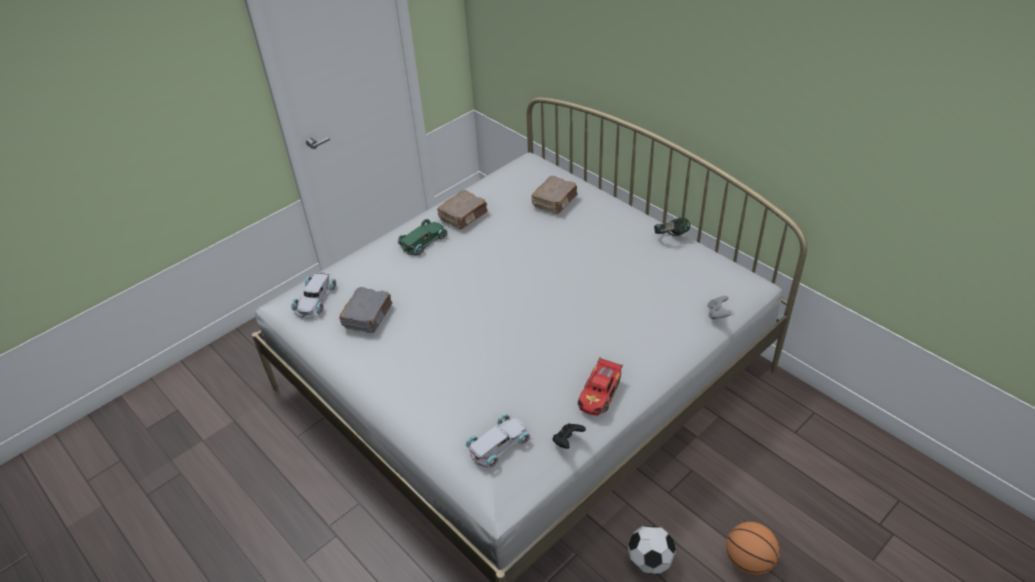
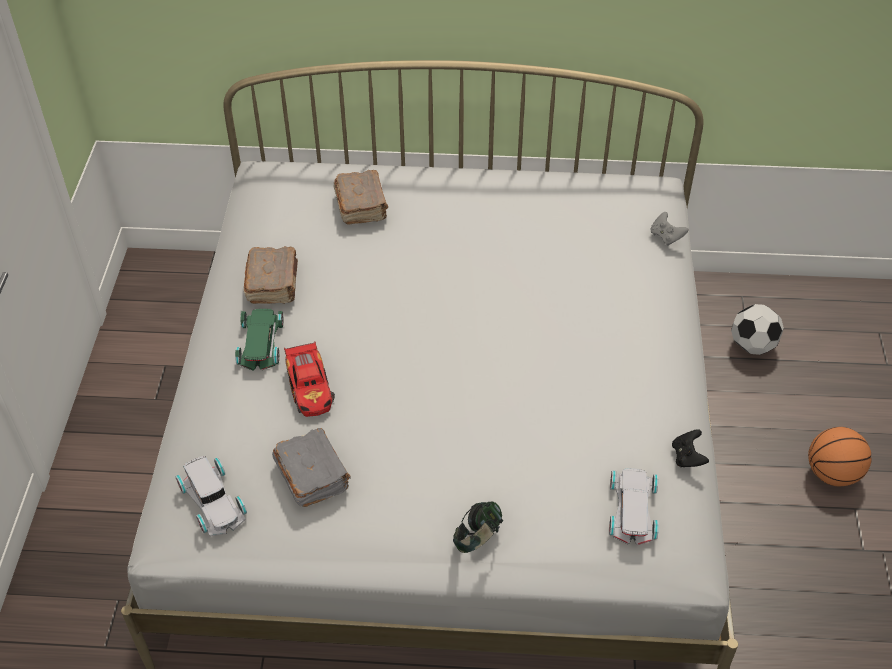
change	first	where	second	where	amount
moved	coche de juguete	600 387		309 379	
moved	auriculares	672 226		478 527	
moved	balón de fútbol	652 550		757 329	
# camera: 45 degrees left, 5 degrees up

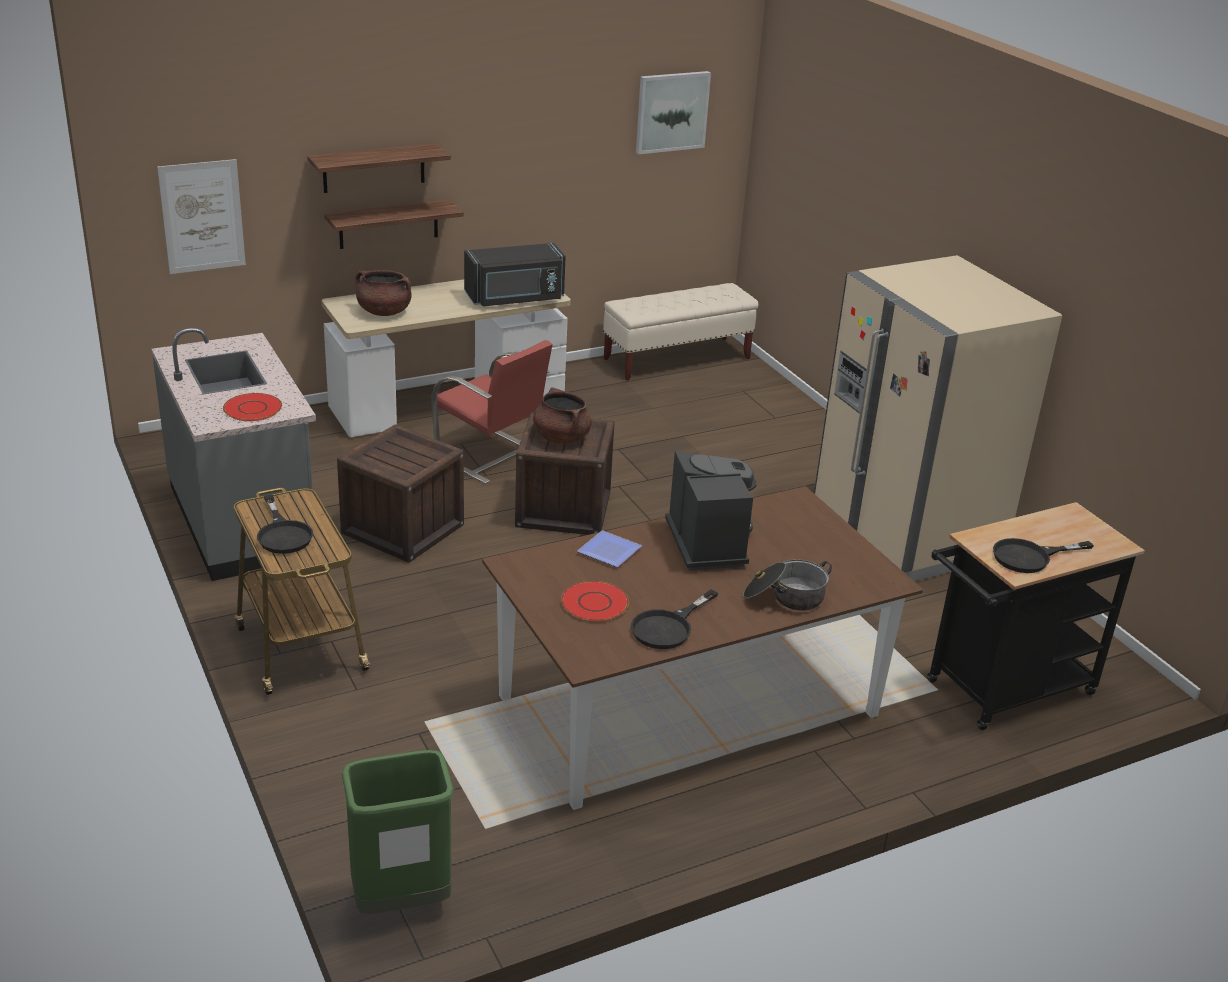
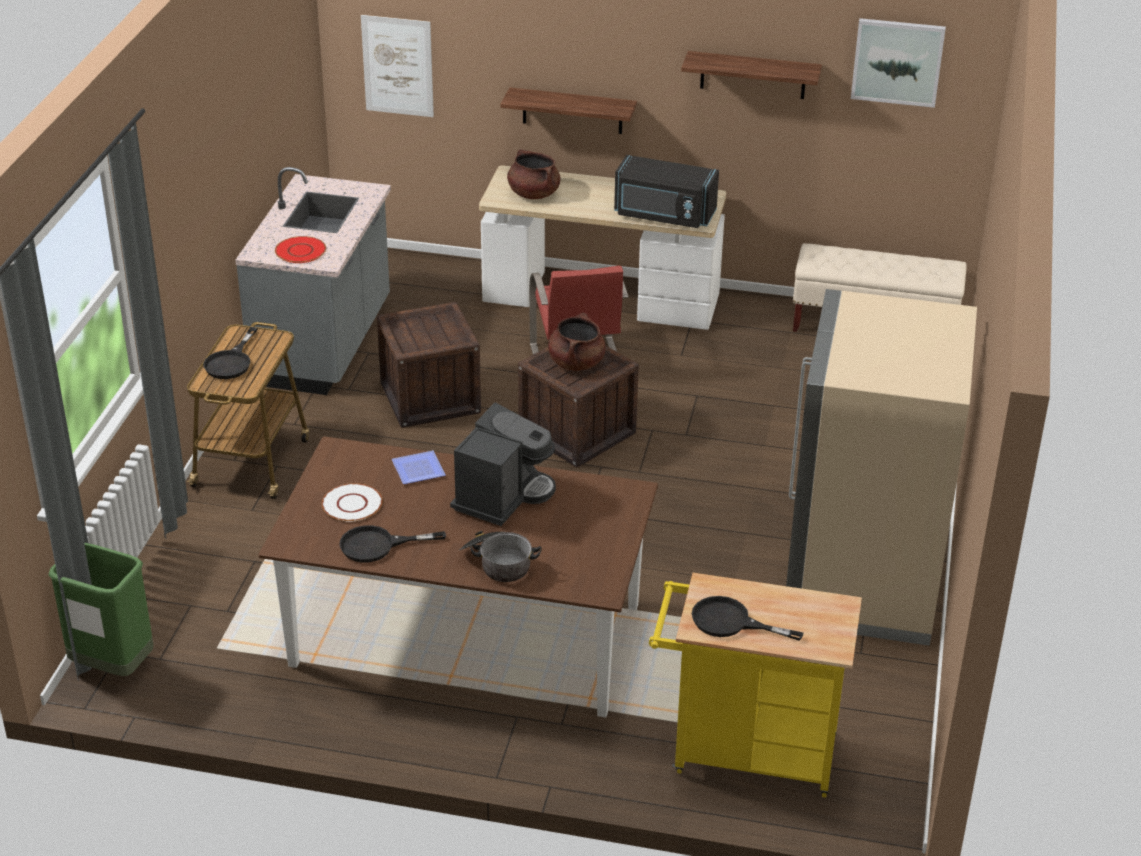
change	first	where	second	where	amount
recoloured	plato (rojo)	595 601	plato (blanco)	352 502	
recoloured	carrito (negro)	1035 616	carrito (amarillo)	755 685	
moved	estante	379 168		751 75	
# camera: 40 degrees right, 5 degrees up

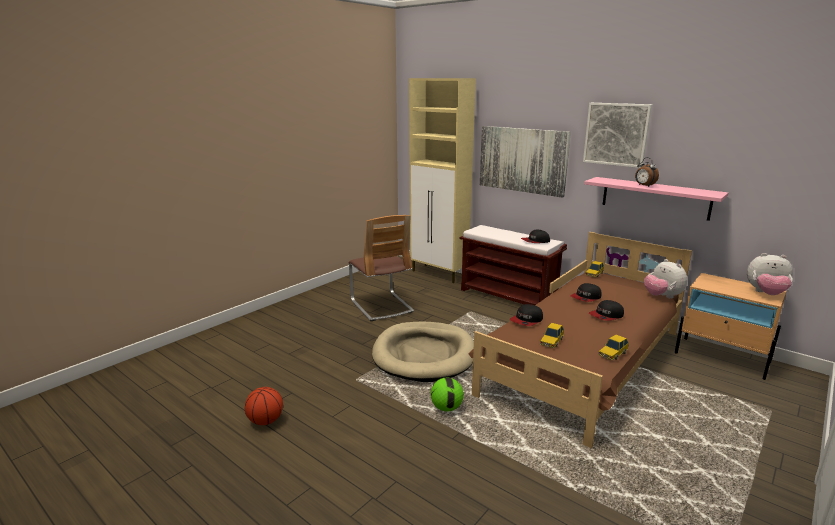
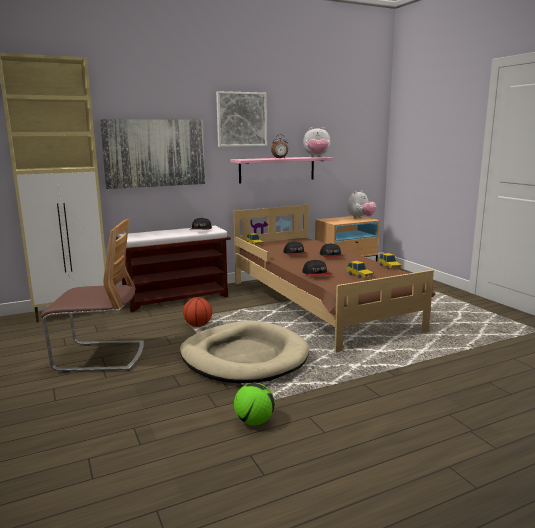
change	first	where	second	where	amount
moved	balón de baloncesto	264 406		197 312	
moved	balón de fútbol	447 394		254 404	
moved	peluche	665 279		316 142	
# camera: 65 degrees left, 5 degrees down

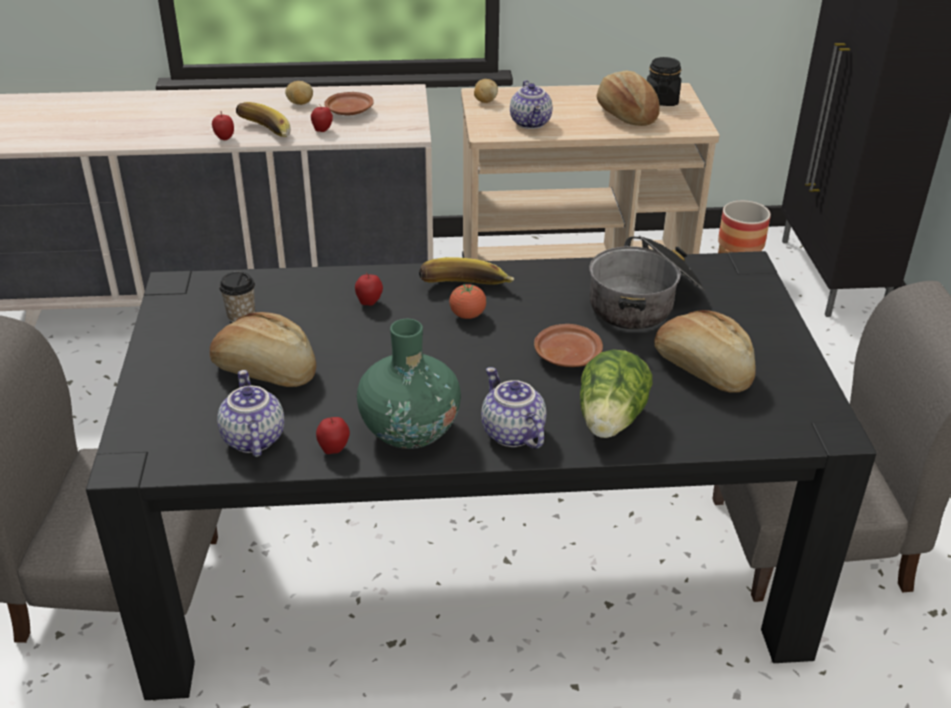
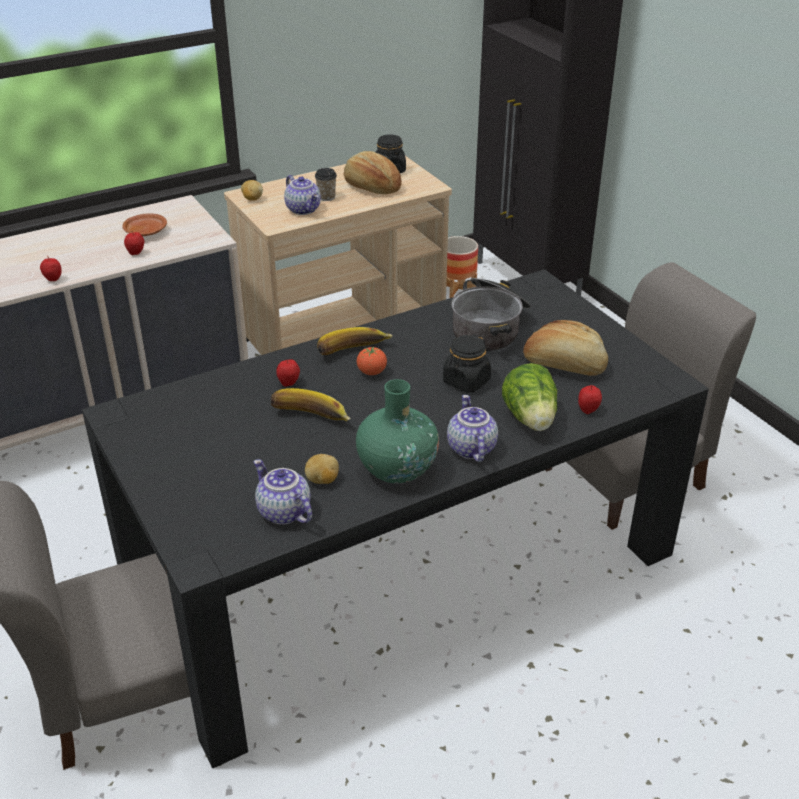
change	first	where	second	where	amount
moved	plátano	263 119		310 404	
moved	patata	299 93		322 469	
moved	taza	237 297		326 184	
replaced	plato (marrón)	568 345	tarro (negro)	467 363	
turned	tetera	513 408		472 428	45 degrees clockwise
moved	manzana	333 435		590 399	
removed	pan	263 349			
# camera: 25 degrees left, 0 degrees up

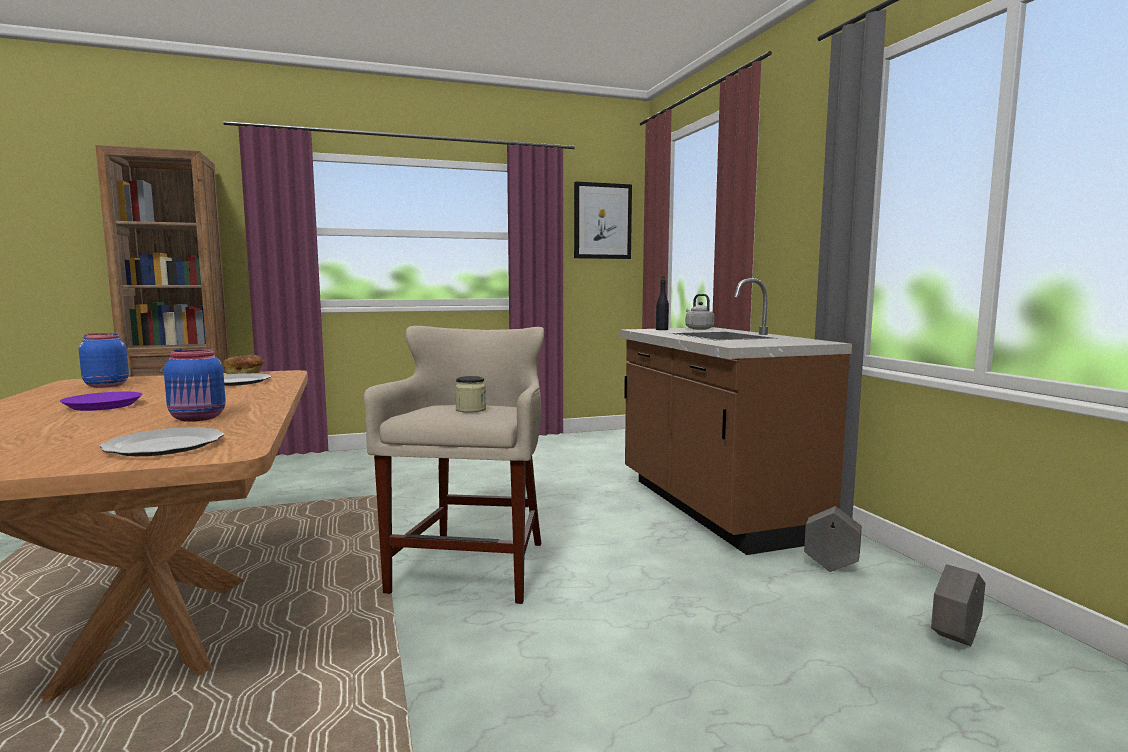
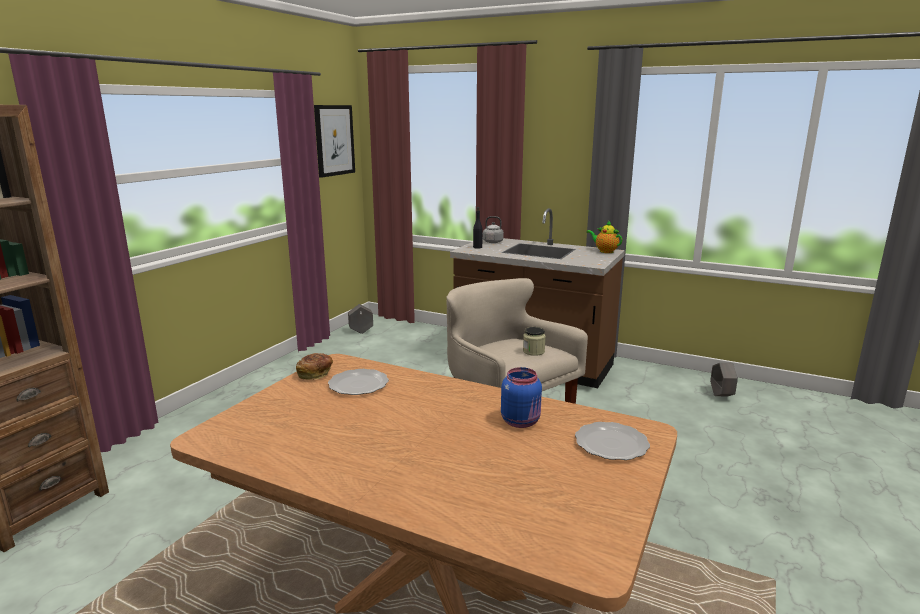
change	first	where	second	where	amount
moved	maceta (gris)	833 539		360 319	
added			tetera	604 236	
removed	plato (morado)	101 401			
removed	tarro (azul)	104 360			
# camera: 45 degrees left, 10 degrees up

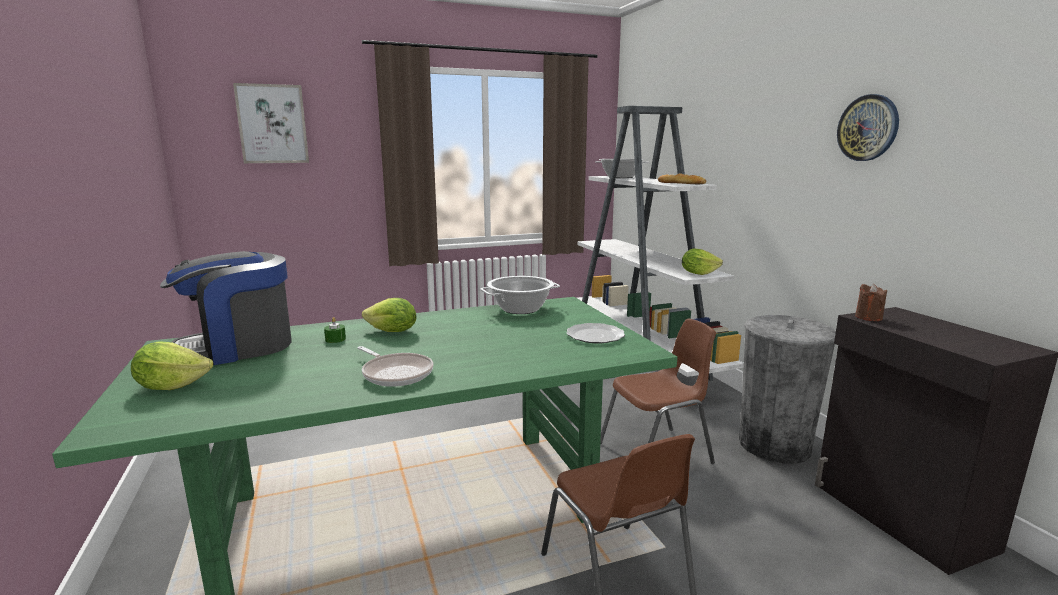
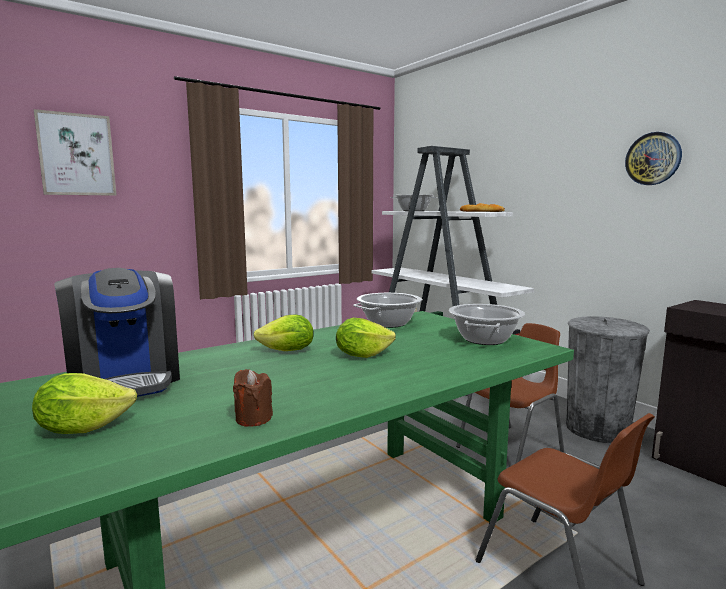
change	first	where	second	where	amount
turned	cafetera	226 308		117 332	75 degrees counterclockwise
moved	vela (marrón)	871 302		253 398	
moved	lechuga	702 261		366 338	
replaced	plato	595 333	olla	487 324	
removed	vela (verde)	335 330			
removed	sartén	395 366			
# camera: 15 degrees left, 5 degrees down

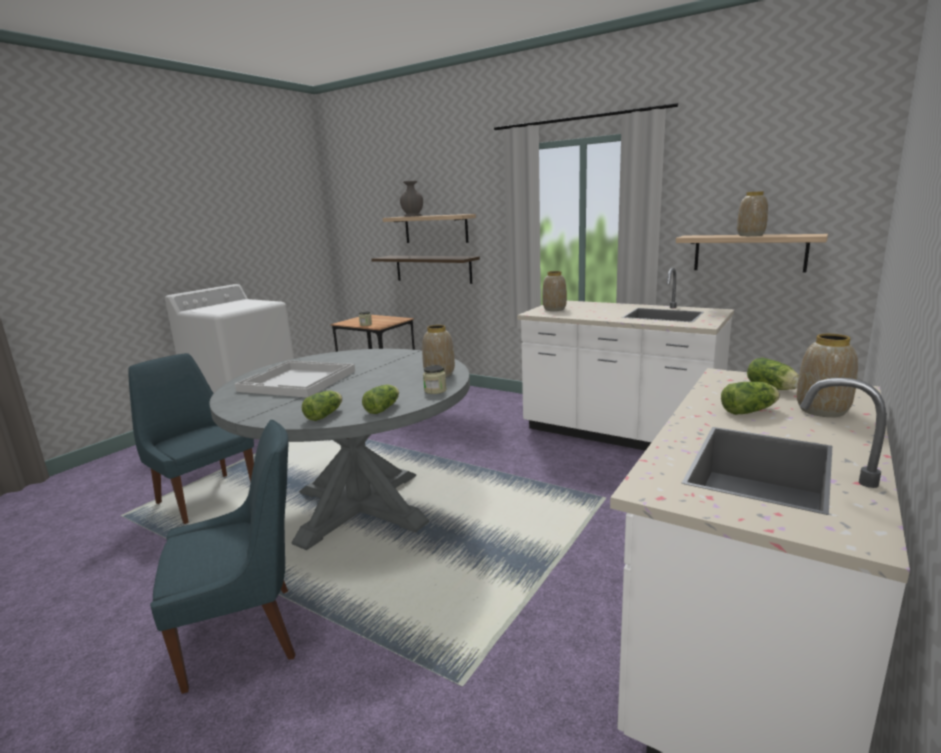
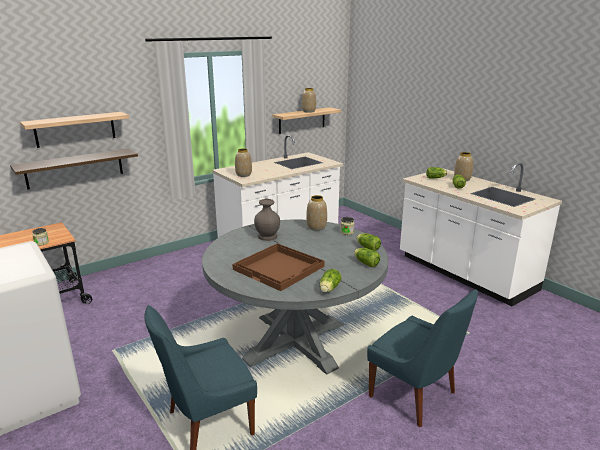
change	first	where	second	where	amount
recoloured	bandeja (blanco)	295 379	bandeja (marrón)	278 267	
moved	florero (gris)	411 199		267 220	
added			lechuga	330 281	
turned	silla (azul)	222 557		422 358	135 degrees clockwise
# camera: 70 degrees left, 5 degrees up

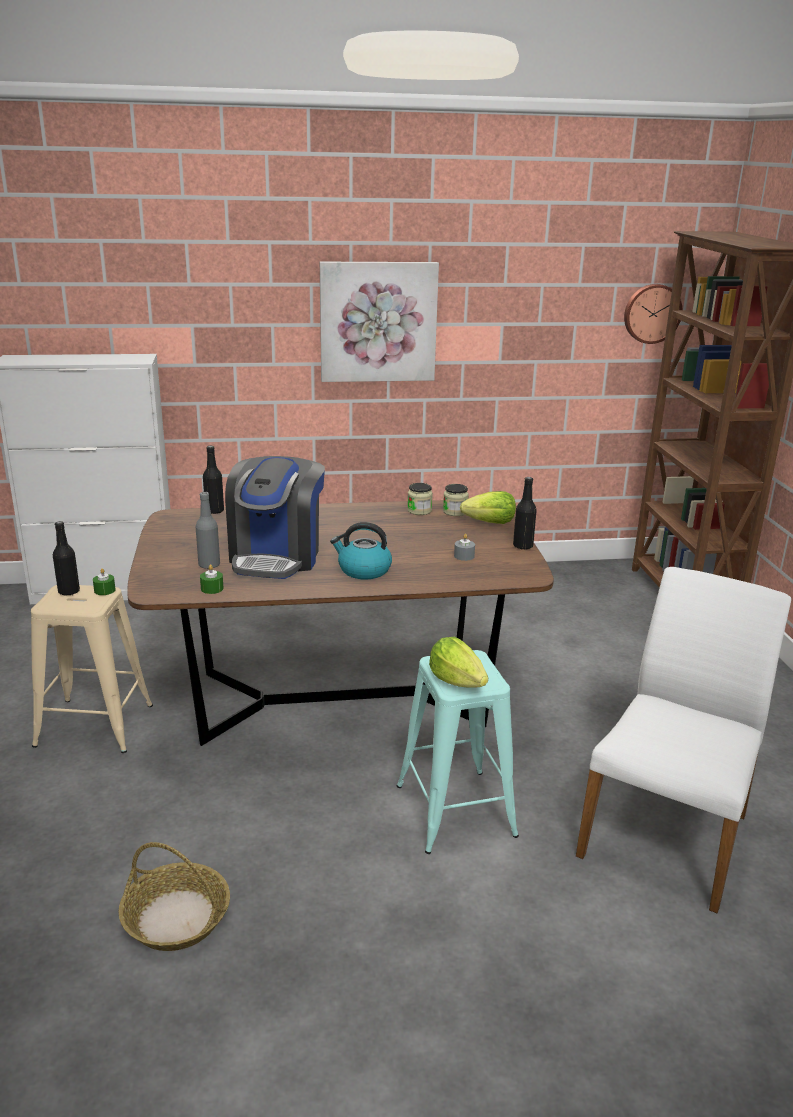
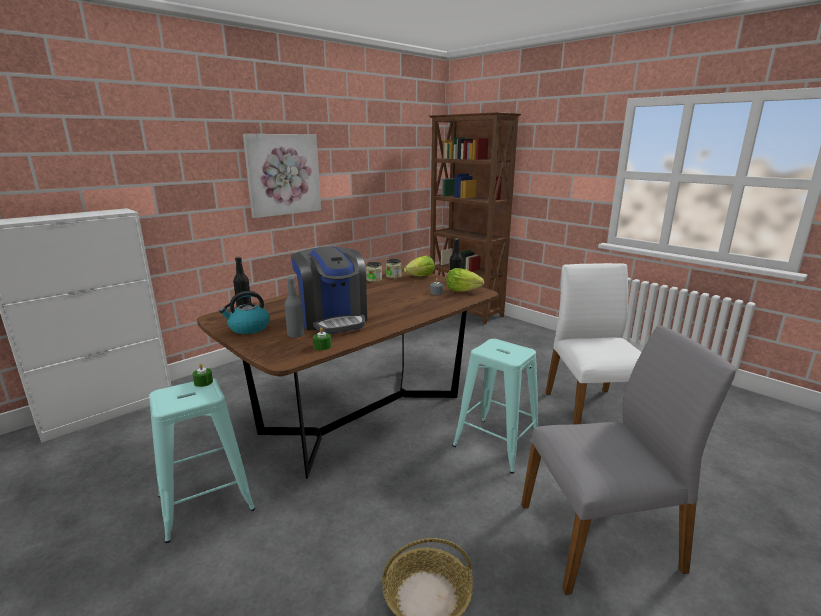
change	first	where	second	where	amount
recoloured	taburete (beis)	92 669	taburete (turquesa)	202 460	
moved	hervidor	361 550		244 312	
moved	lechuga	458 662		465 280	
added			silla (gris)	628 460	
removed	botella (negro)	66 558			
removed	reloj de pared	653 314			
# camera: 35 degrees left, 5 degrees down

